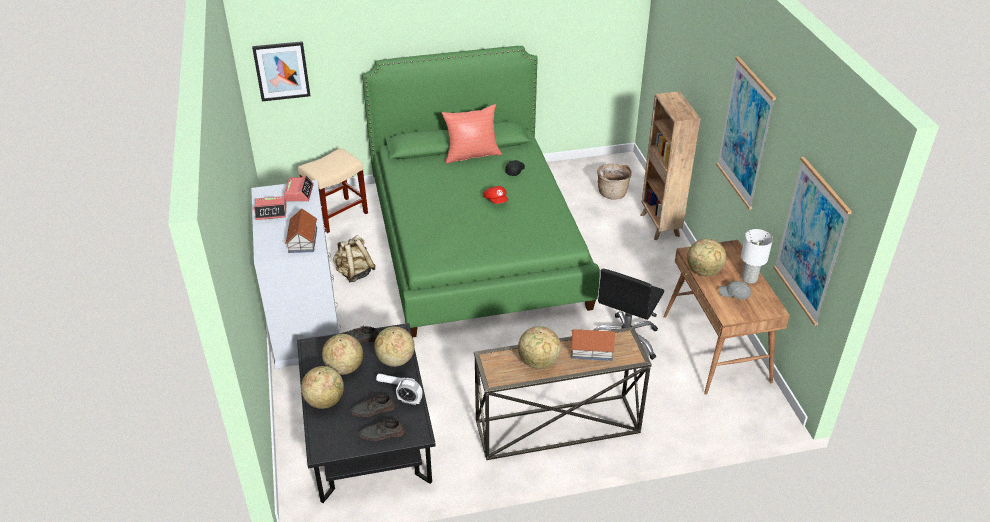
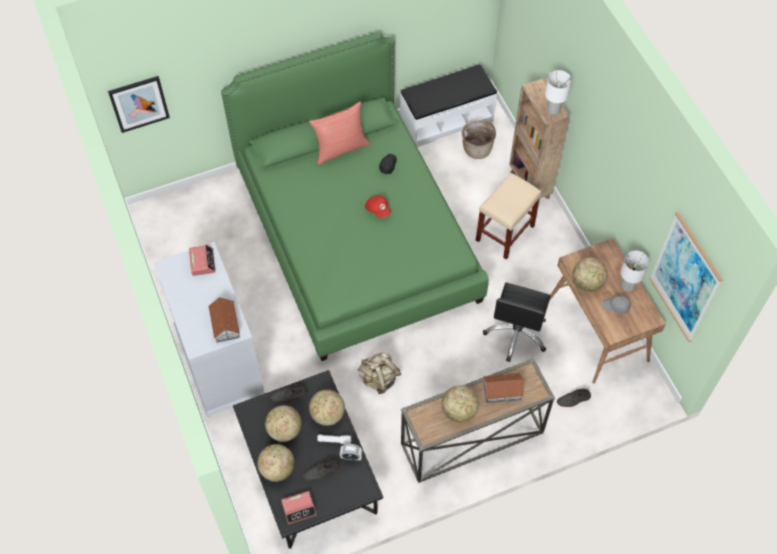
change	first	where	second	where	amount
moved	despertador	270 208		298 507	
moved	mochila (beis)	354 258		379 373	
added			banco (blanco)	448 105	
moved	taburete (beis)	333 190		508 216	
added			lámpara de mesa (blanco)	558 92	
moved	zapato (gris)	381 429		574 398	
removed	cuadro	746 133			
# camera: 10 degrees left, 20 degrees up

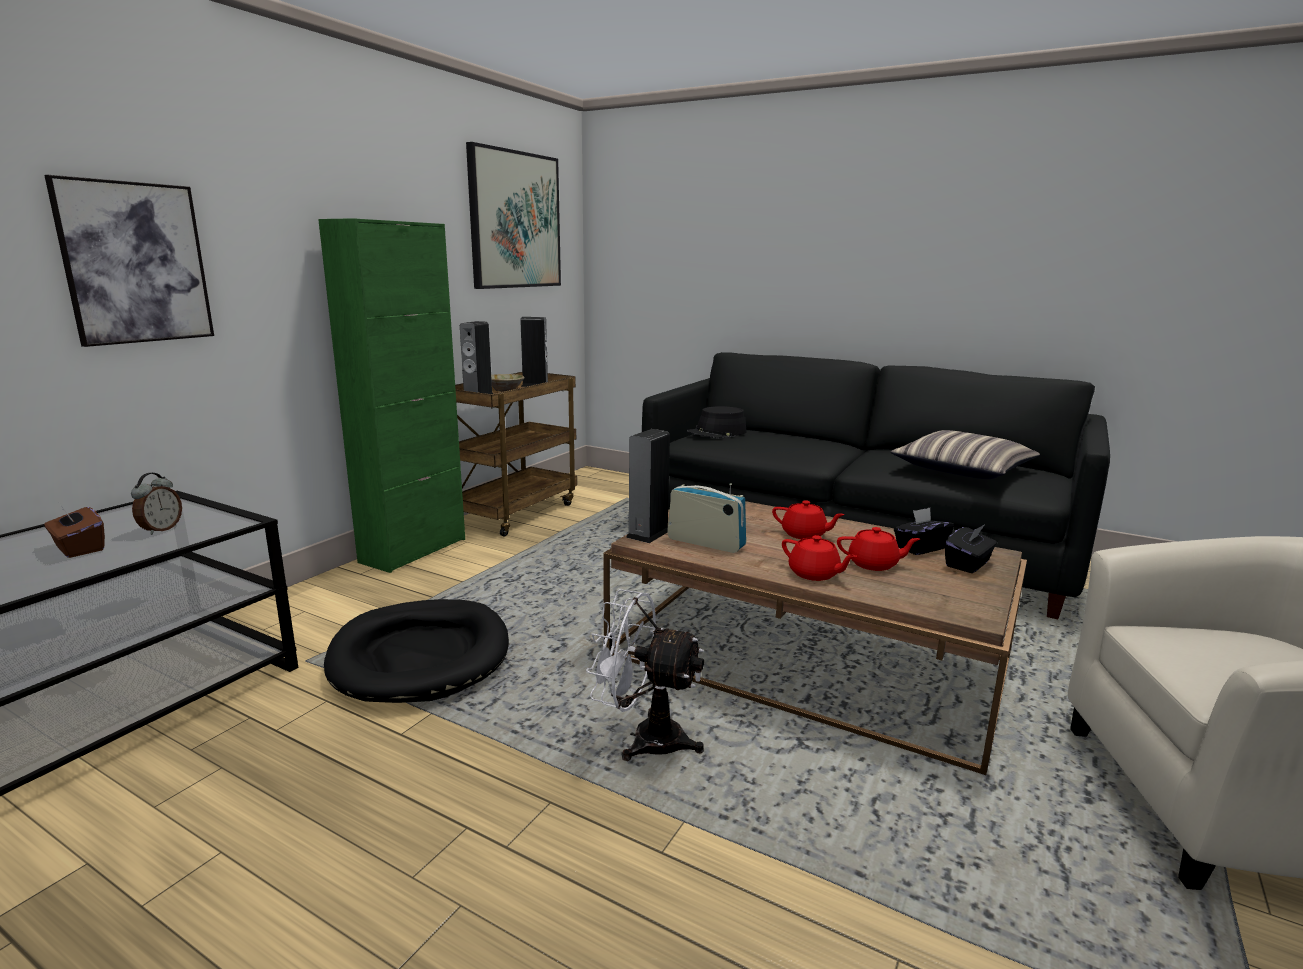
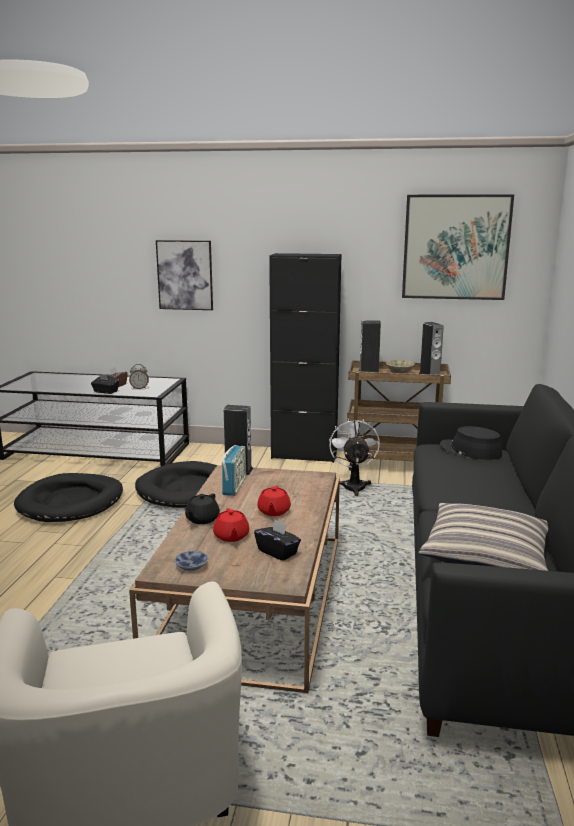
change	first	where	second	where	amount
added			cama para perro (negro)	68 497	
moved	caja de pañuelos (negro)	971 548		105 383	
added			cuenco	191 561	
recoloured	tetera (rojo)	819 558	tetera (negro)	202 508	
recoloured	armario (verde)	391 395	armario (negro)	305 358	
moved	ventilador (blanco)	645 675		354 457	
# camera: 70 degrees right, 0 degrees up

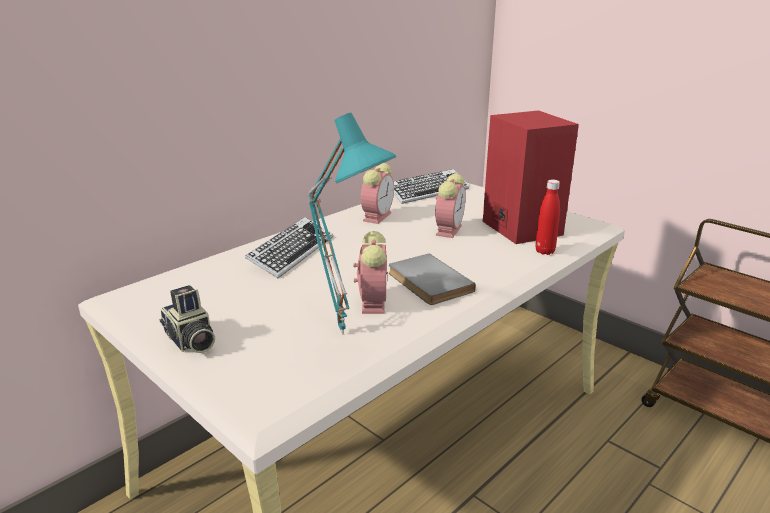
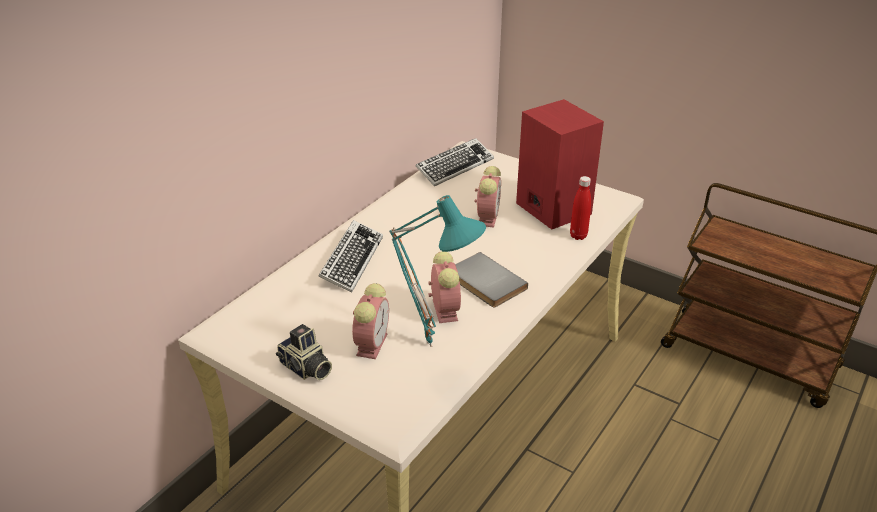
change	first	where	second	where	amount
moved	despertador	377 193		370 321	
# camera: 10 degrees left, 10 degrees up

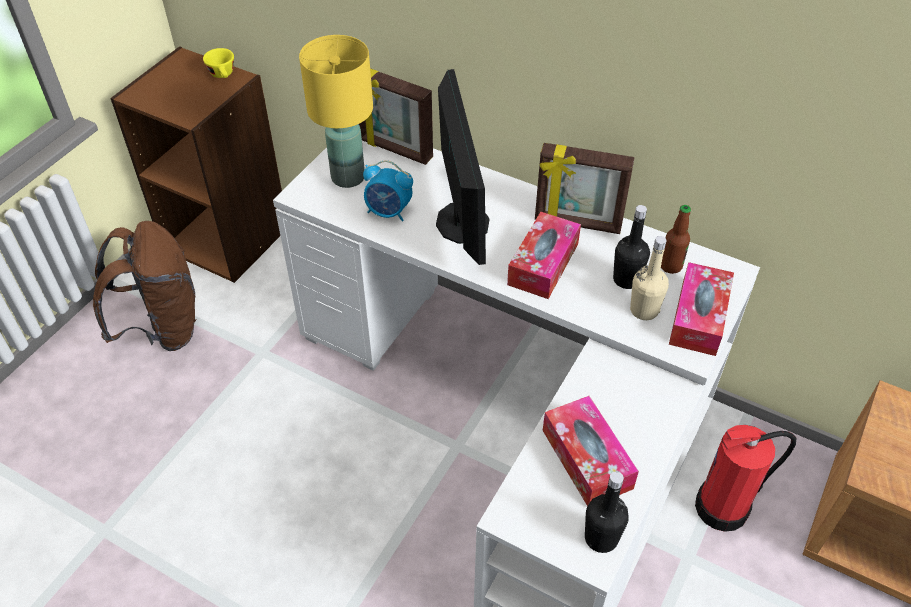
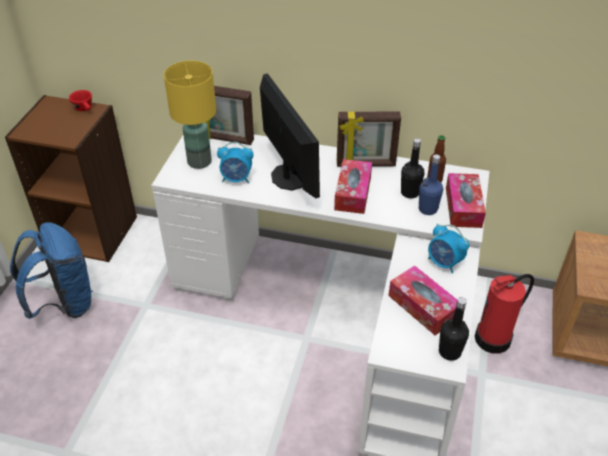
change	first	where	second	where	amount
recoloured	mochila (marrón)	145 286	mochila (azul)	51 270	
recoloured	taza (amarillo)	218 63	taza (rojo)	80 100	
recoloured	botella (beis)	649 278	botella (azul)	431 184	
added			despertador	448 249	
# camera: 15 degrees left, 5 degrees down

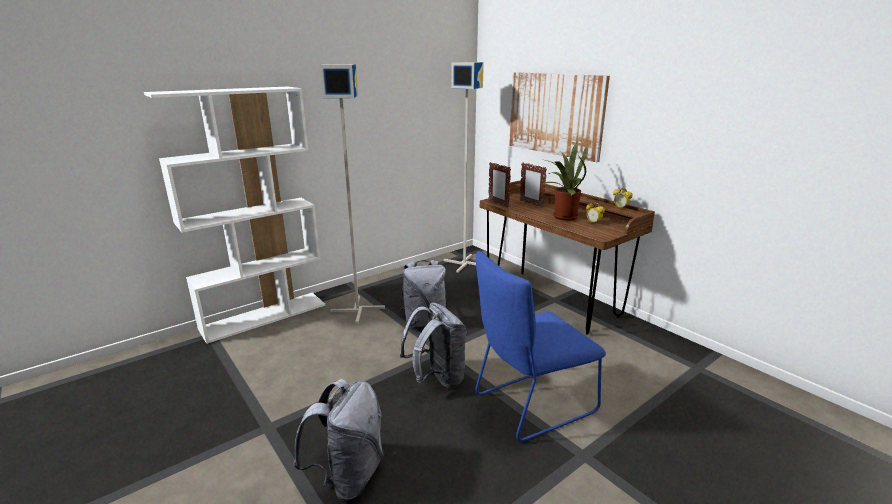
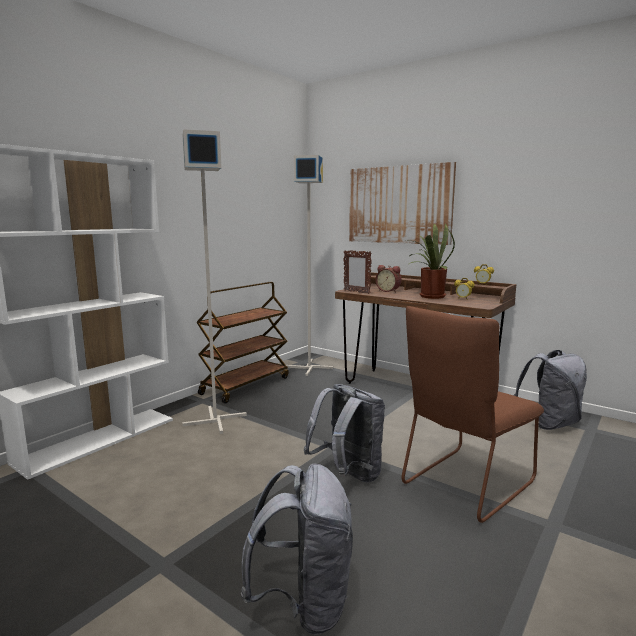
change	first	where	second	where	amount
added			carrito (marrón)	242 343	
replaced	portarretratos	533 185	despertador	389 278	
recoloured	silla (azul)	540 346	silla (marrón)	473 414	
moved	mochila (gris)	424 293		550 390	
# camera: 15 degrees left, 10 degrees down

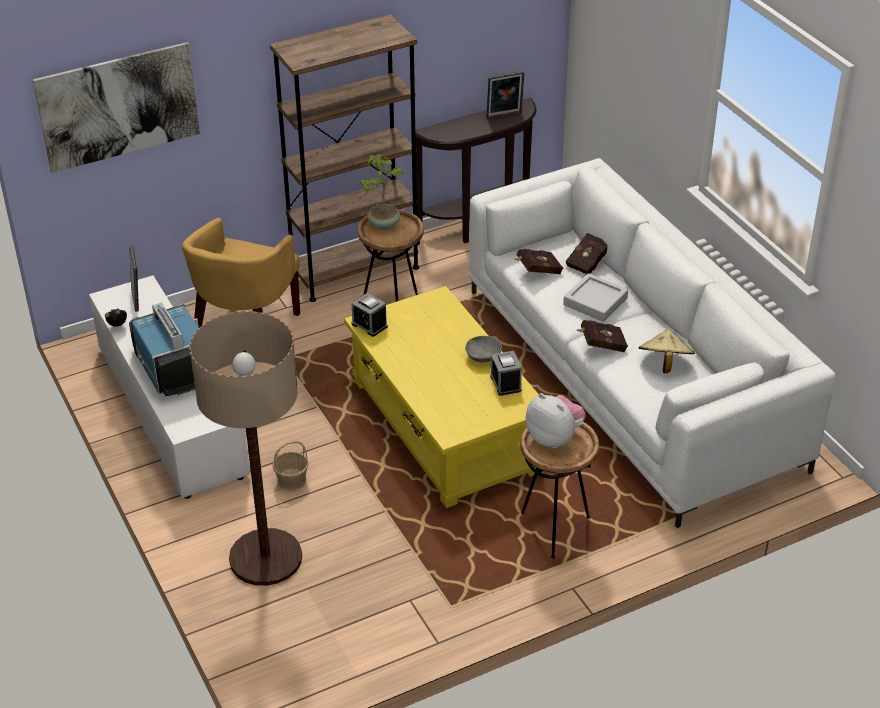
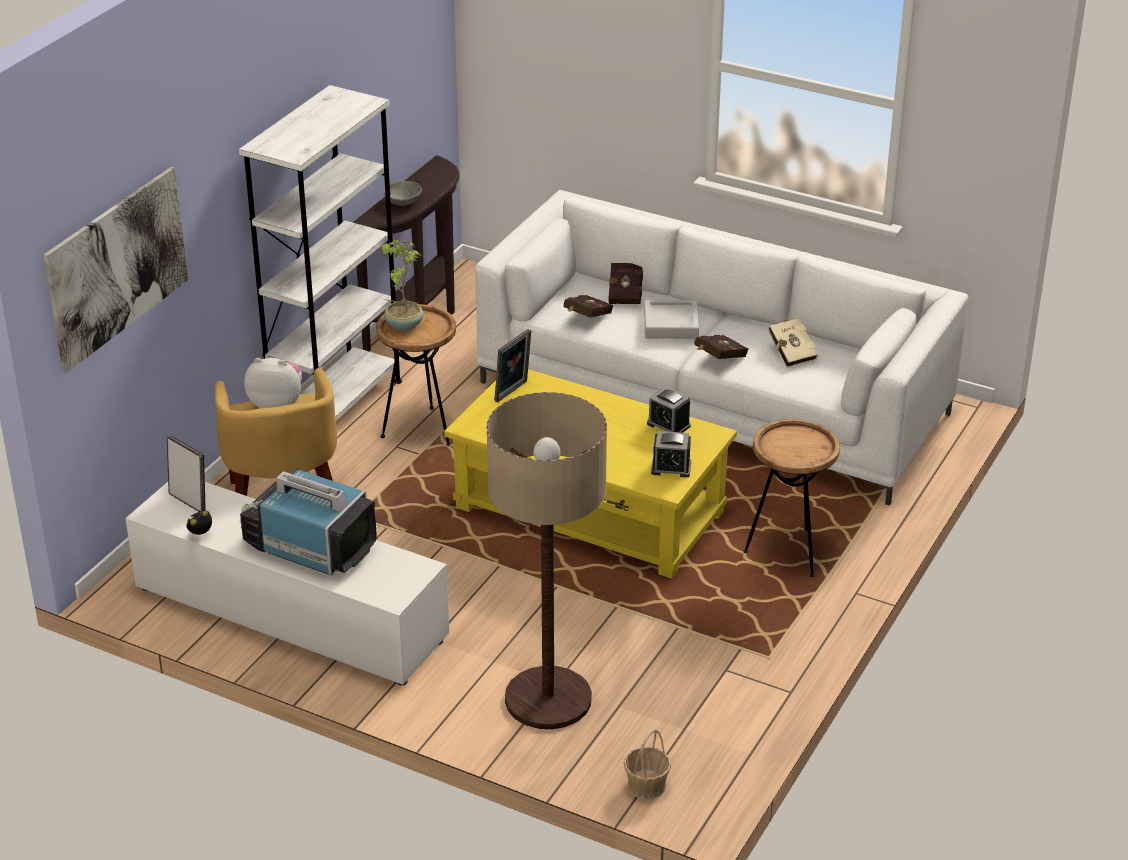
change	first	where	second	where	amount
recoloured	estantería (marrón)	344 158	estantería (blanco)	320 253	
moved	peluche	556 421		273 383	
moved	cuenco (gris)	483 349		403 193	
moved	portarretratos	505 95		512 365	
moved	cesta	290 465		647 764	
moved	despertador	369 315		671 454	
replaced	sombrero (beis)	667 351	libro (beis)	793 342	
# camera: 35 degrees left, 5 degrees down

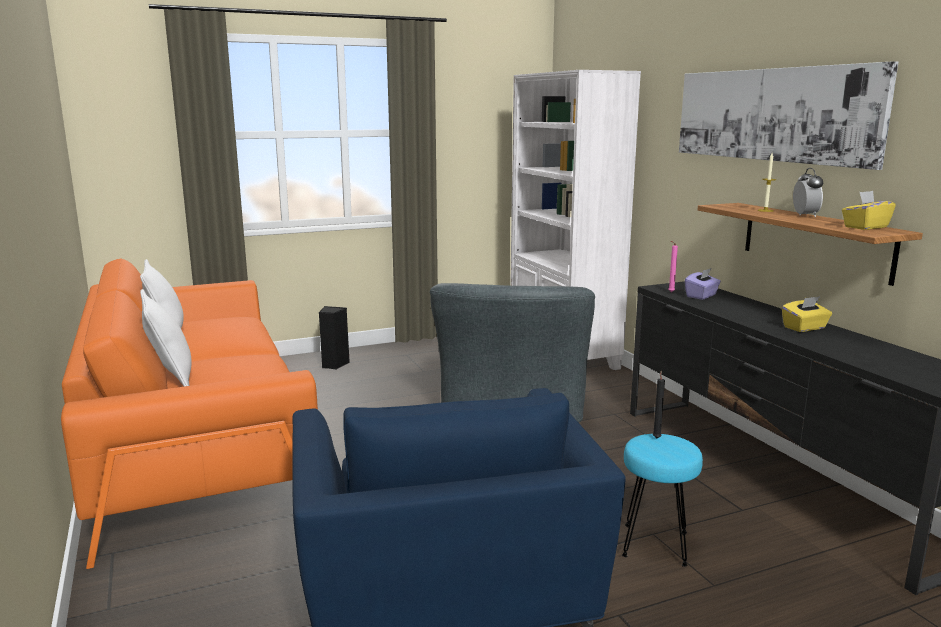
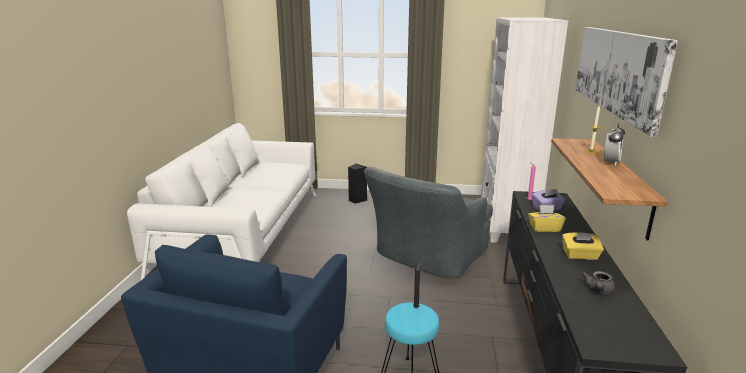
change	first	where	second	where	amount
recoloured	sofá (naranja)	189 413	sofá (blanco)	221 201	
moved	caja de pañuelos (amarillo)	869 210		547 218	
added			tetera (gris)	598 282	
# camera: 30 degrees right, 5 degrees up

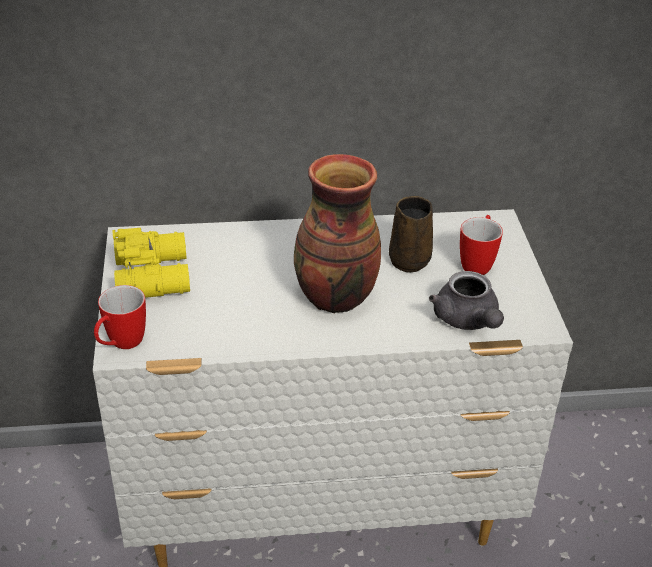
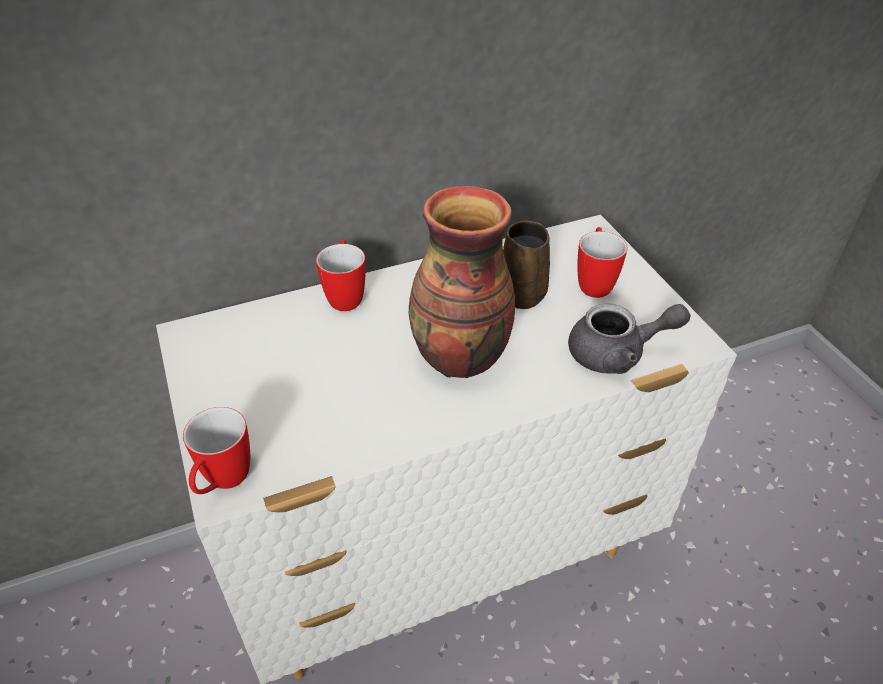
change	first	where	second	where	amount
added			taza grande	341 275	
turned	tetera (gris)	466 300		629 338	60 degrees counterclockwise
removed	prismáticos (amarillo)	151 263			
# camera: 15 degrees left, 5 degrees up

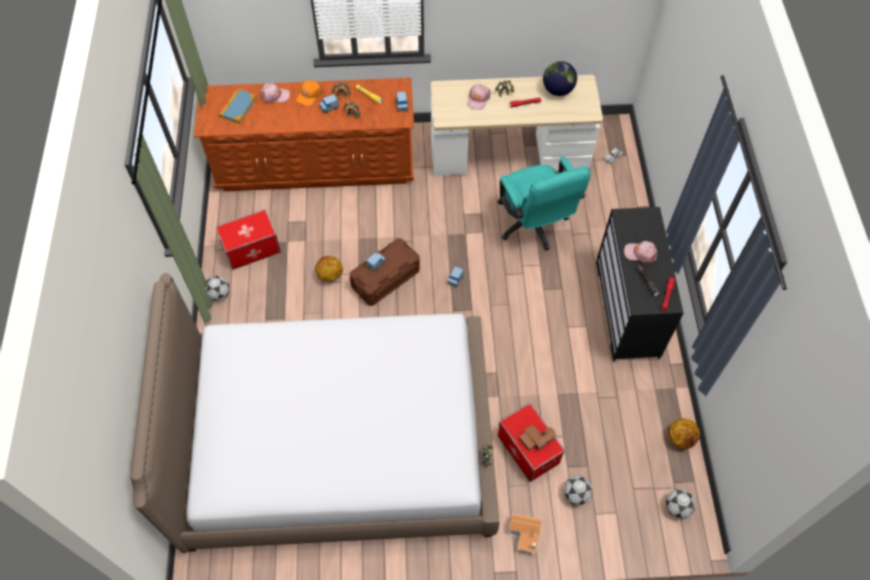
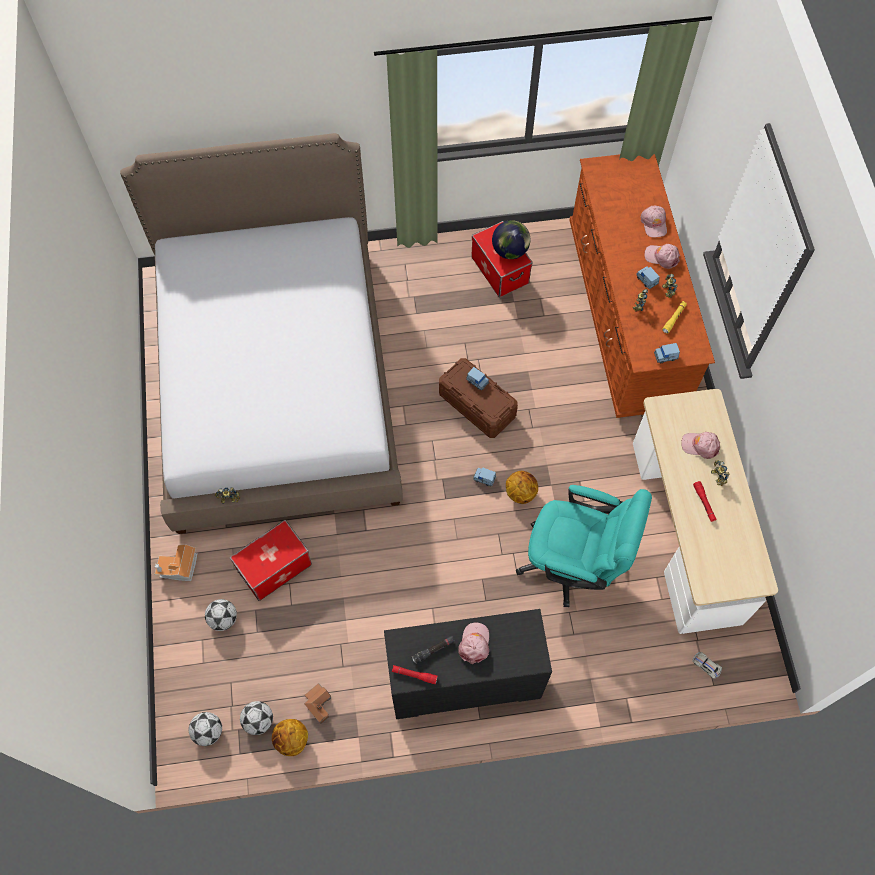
change	first	where	second	where	amount
moved	balón de fútbol	218 288		256 718	
moved	casita	537 438		317 703	
moved	globo terráqueo	560 78		511 239	
moved	balón de baloncesto	329 269		522 487	
turned	silla de oficina (turquesa)	543 203		584 546	135 degrees counterclockwise
recoloured	gorra (naranja)	309 93	gorra (rosa)	662 256	
removed	libro	238 106			
# camera: 85 degrees right, 5 degrees up

